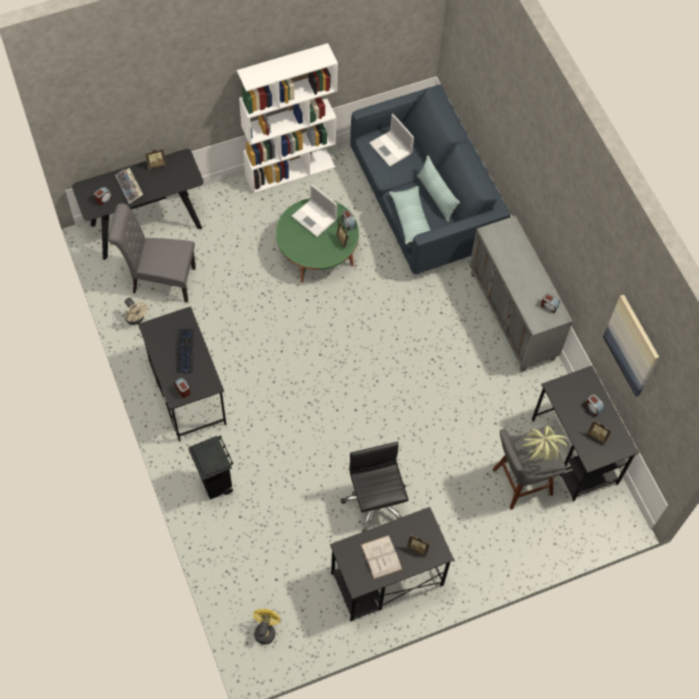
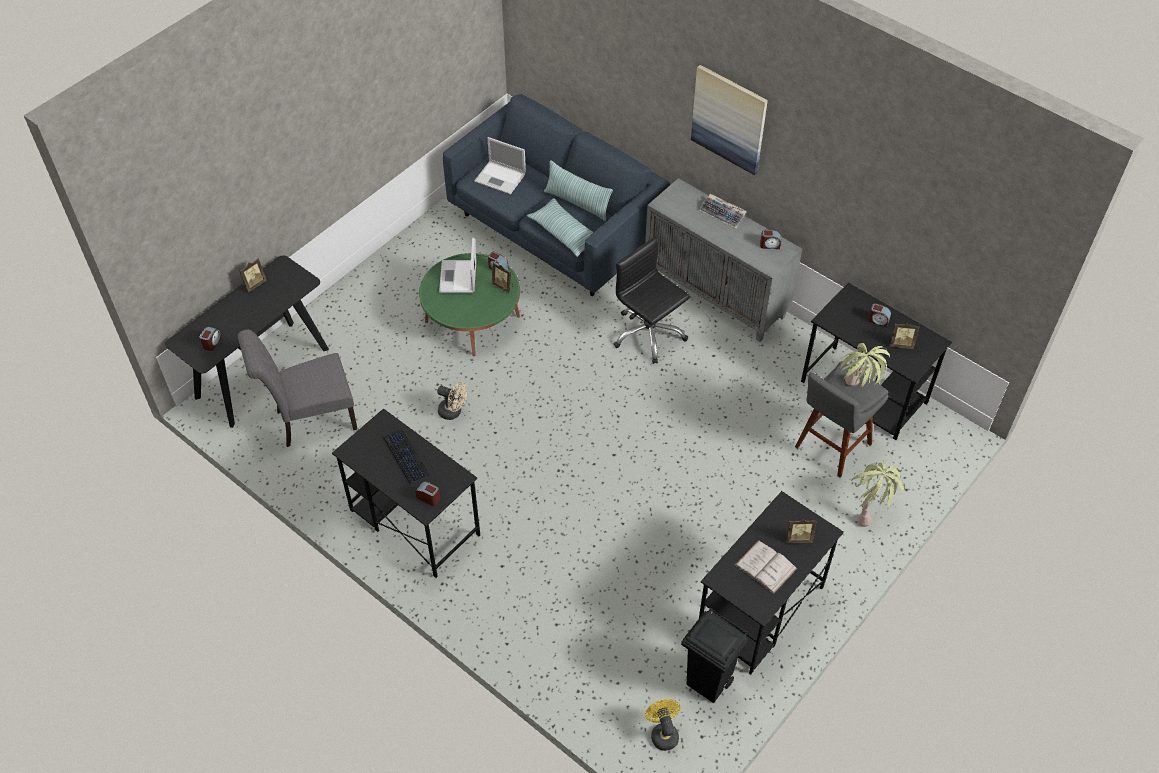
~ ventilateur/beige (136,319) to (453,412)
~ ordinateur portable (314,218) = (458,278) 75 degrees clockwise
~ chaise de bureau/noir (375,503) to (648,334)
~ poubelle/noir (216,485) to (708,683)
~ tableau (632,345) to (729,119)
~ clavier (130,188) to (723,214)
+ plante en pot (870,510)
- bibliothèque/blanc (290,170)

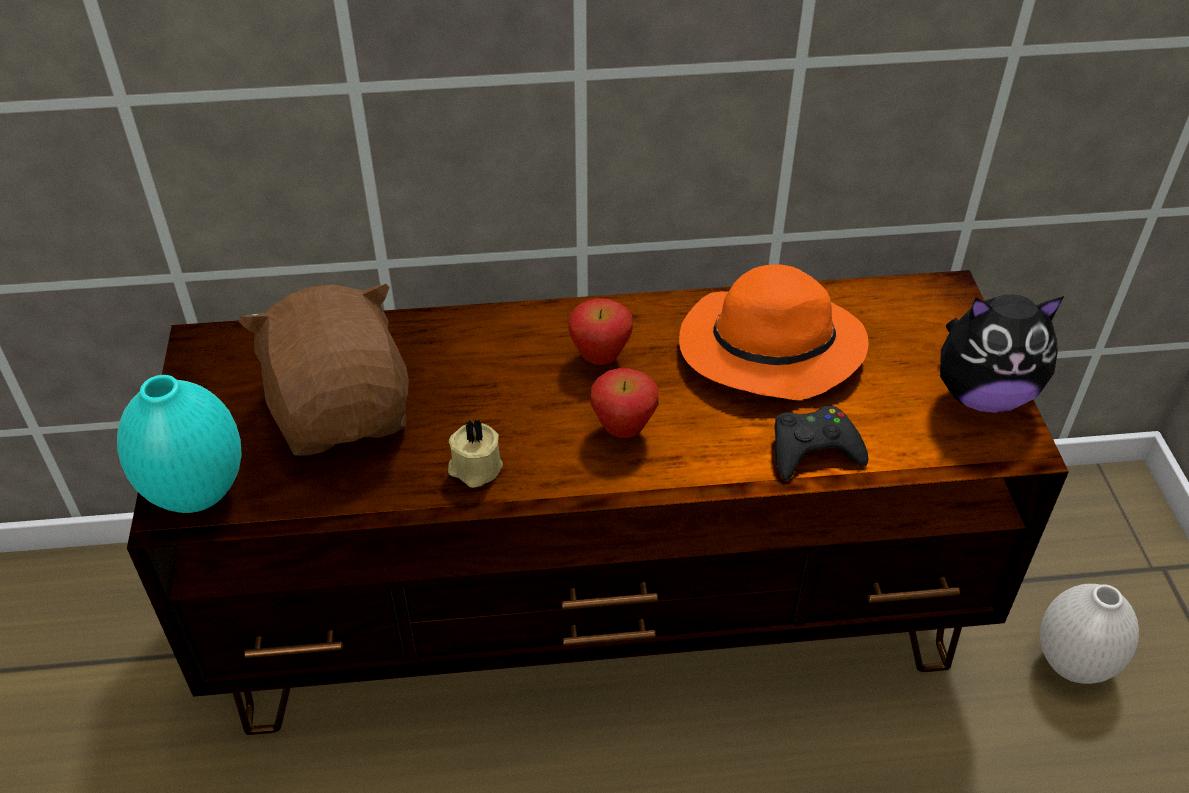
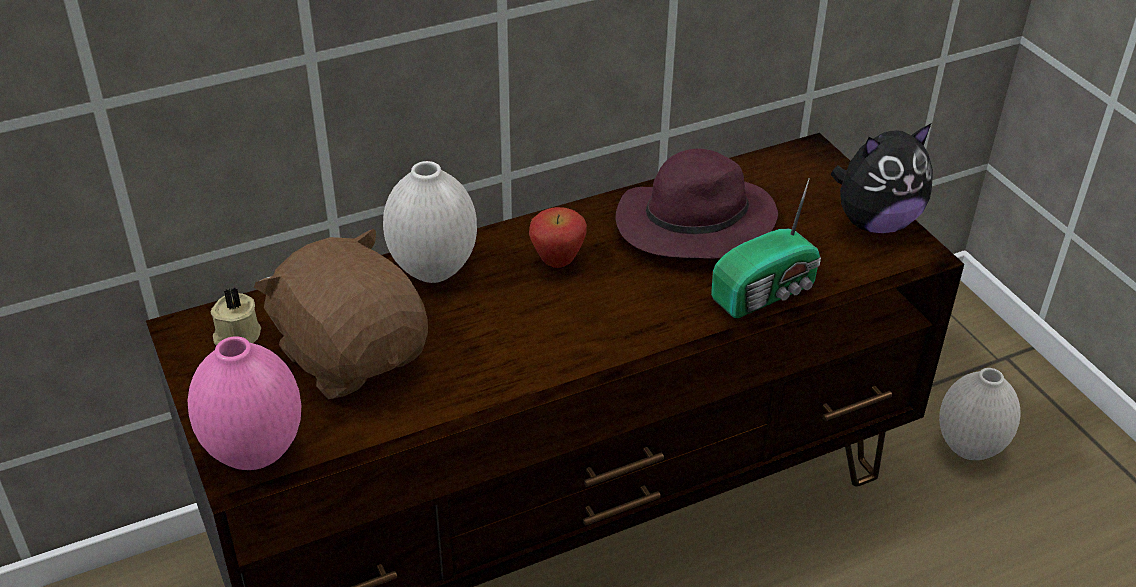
~ vase/turquoise (198,492) to vase/rose (255,452)
~ bougie/beige (475,468) to (237,336)
+ vase/blanc (432,271)
~ chapeau/orange (767,350) to chapeau/violet (693,226)
~ manette/noir (813,449) to radio (767,292)
- pomme (623,429)

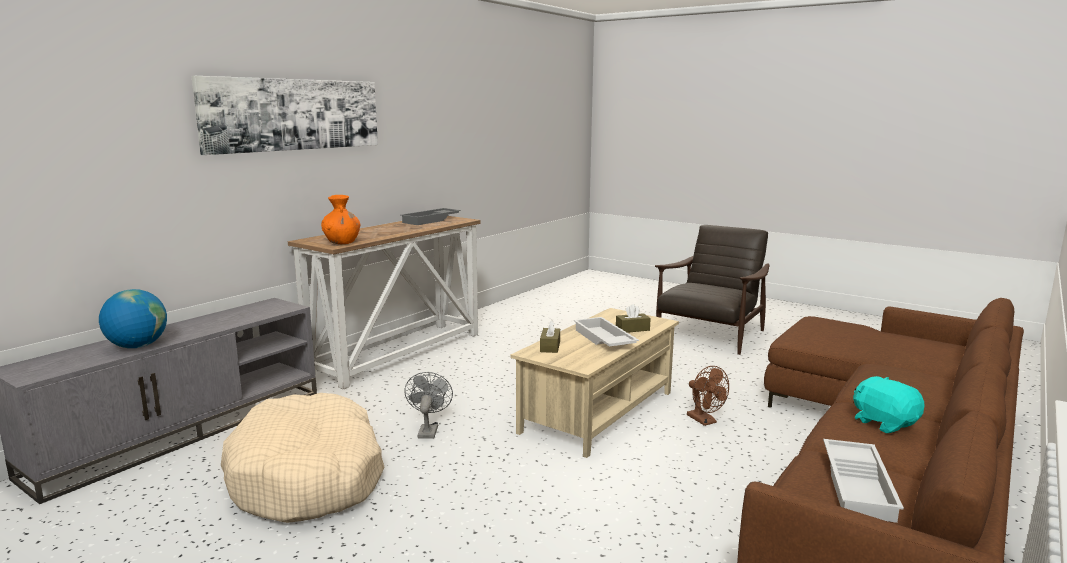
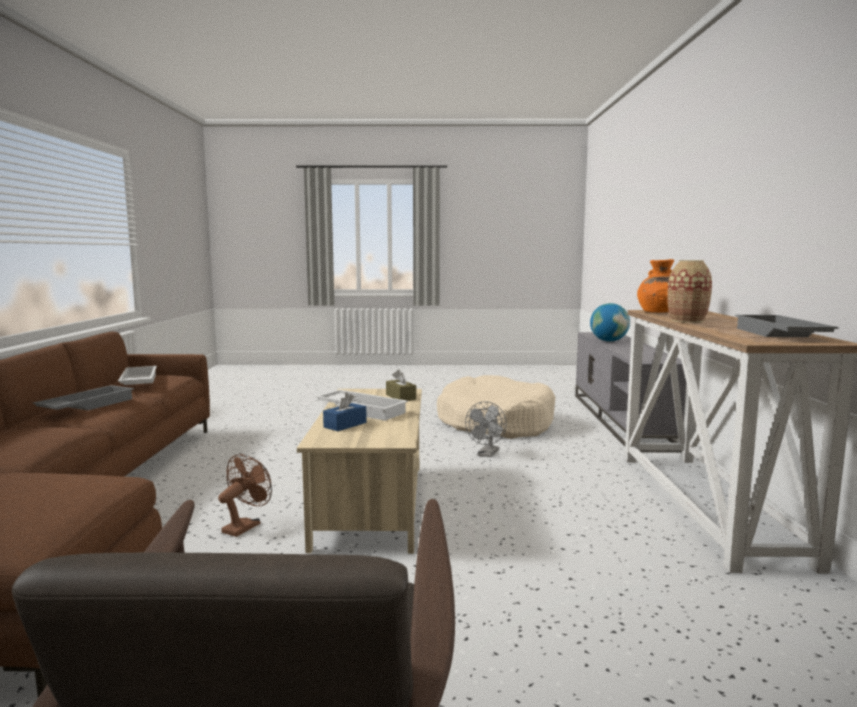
~ peluche/turquoise (884,423) to plateau/gris (86,406)
~ ventilateur/marron (705,421) = (245,526) 90 degrees clockwise
~ boîte à mouchoirs/marron (632,329) to boîte à mouchoirs/bleu (345,425)
~ ventilateur/gris (428,430) = (487,454) 60 degrees clockwise
+ vase (687,320)
- tableau (294,114)

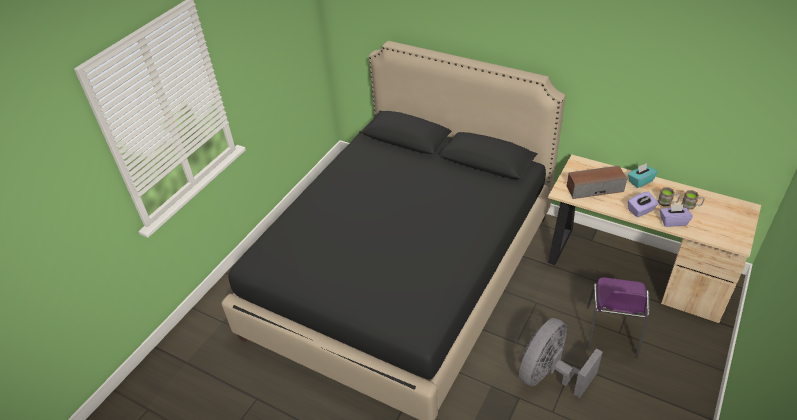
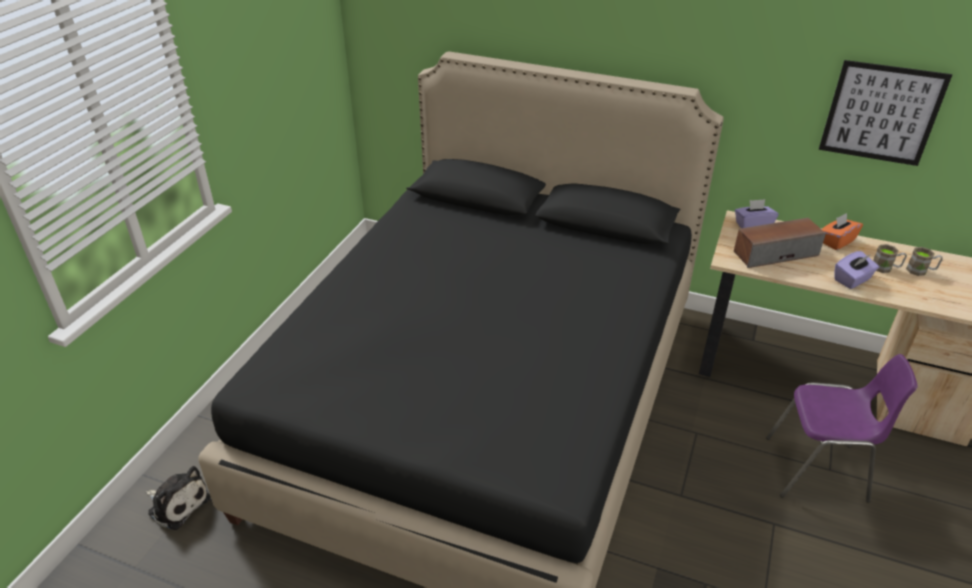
+ peluche (177,504)
~ boîte à mouchoirs/violet (673,221) to (752,225)
~ chaise/violet (611,332) = (819,470) 90 degrees counterclockwise
+ tableau (881,113)
~ boîte à mouchoirs/turquoise (640,181) to boîte à mouchoirs/orange (836,241)
- ventilateur/gris (549,375)

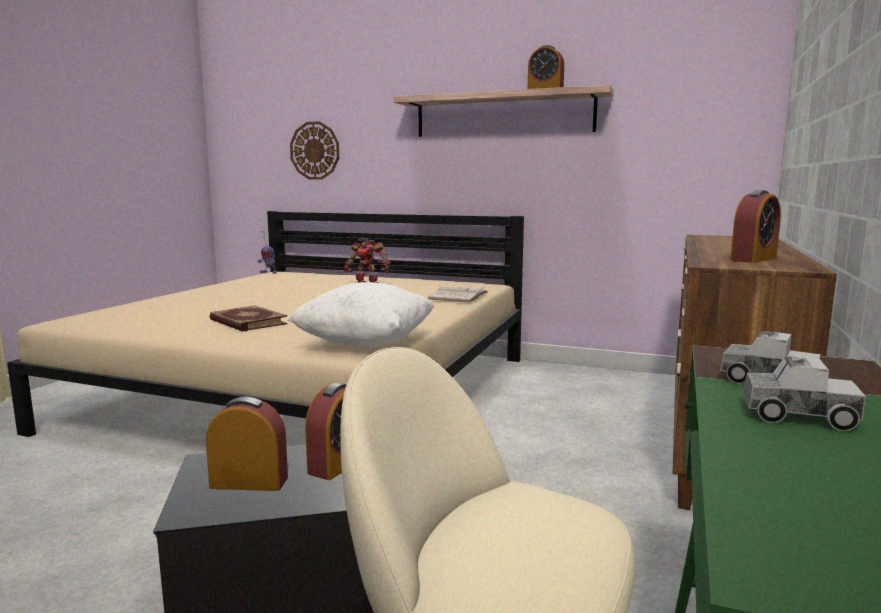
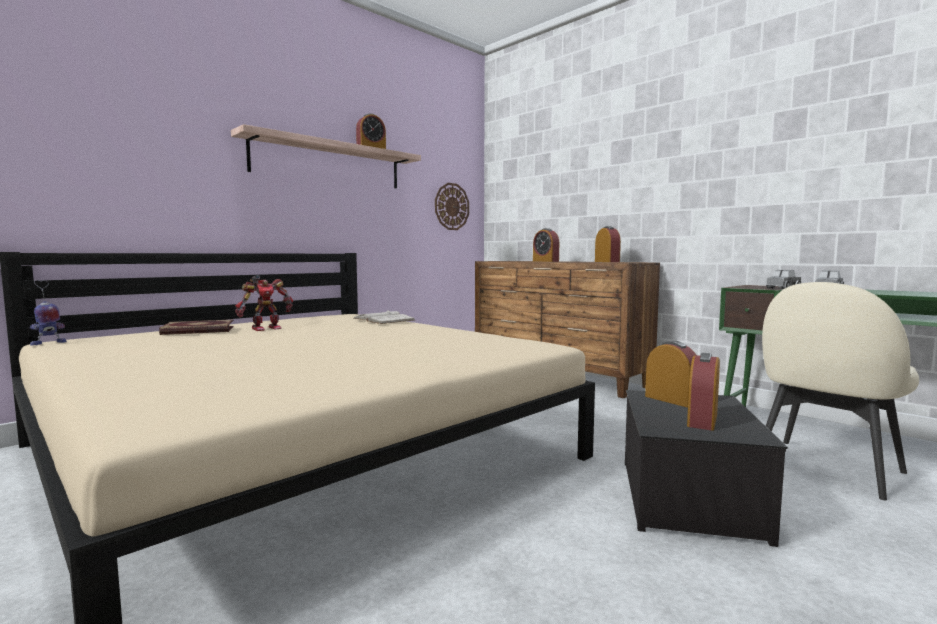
~ livre (247,322) to (198,330)
~ horloge murale (315,150) to (451,206)
+ réveil (545,261)
- coussin/blanc (366,343)

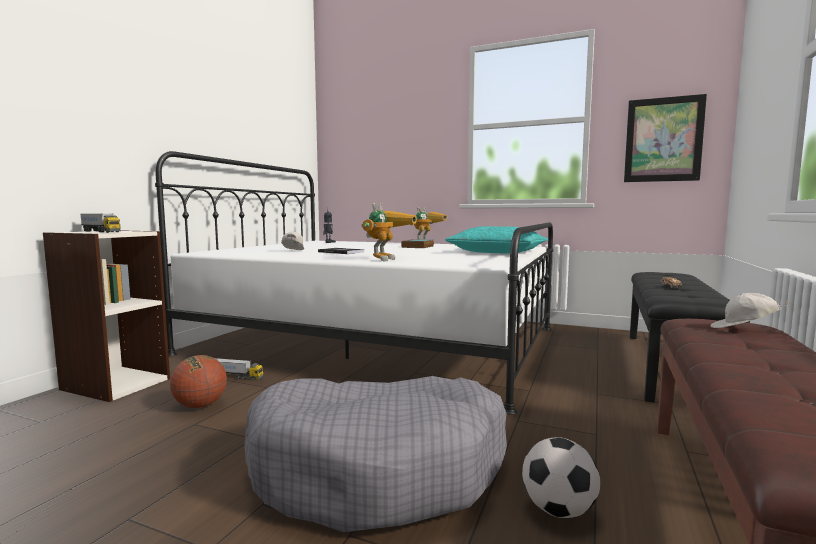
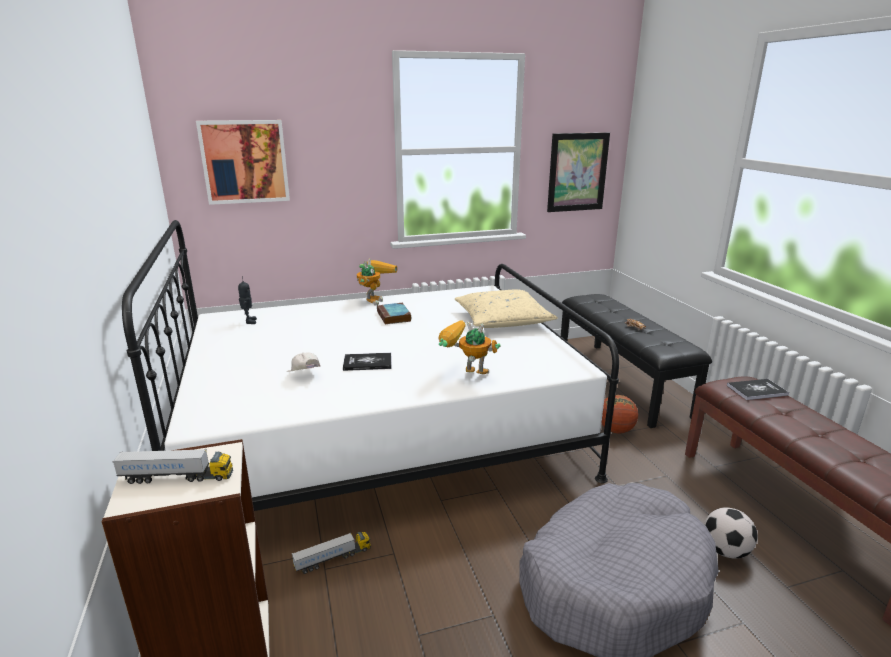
+ tableau (245,162)
~ robot jouet (385,259) = (465,375) 60 degrees counterclockwise
~ coussin/turquoise (497,252) to coussin/beige (502,320)
~ ballon de basket (200,405) to (615,430)
~ casquette/blanc (744,330) to livre (757,390)

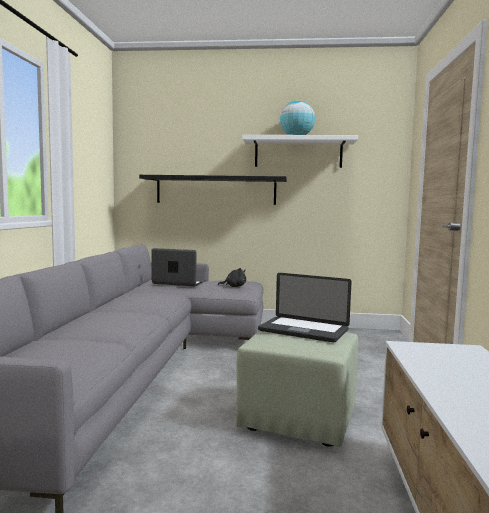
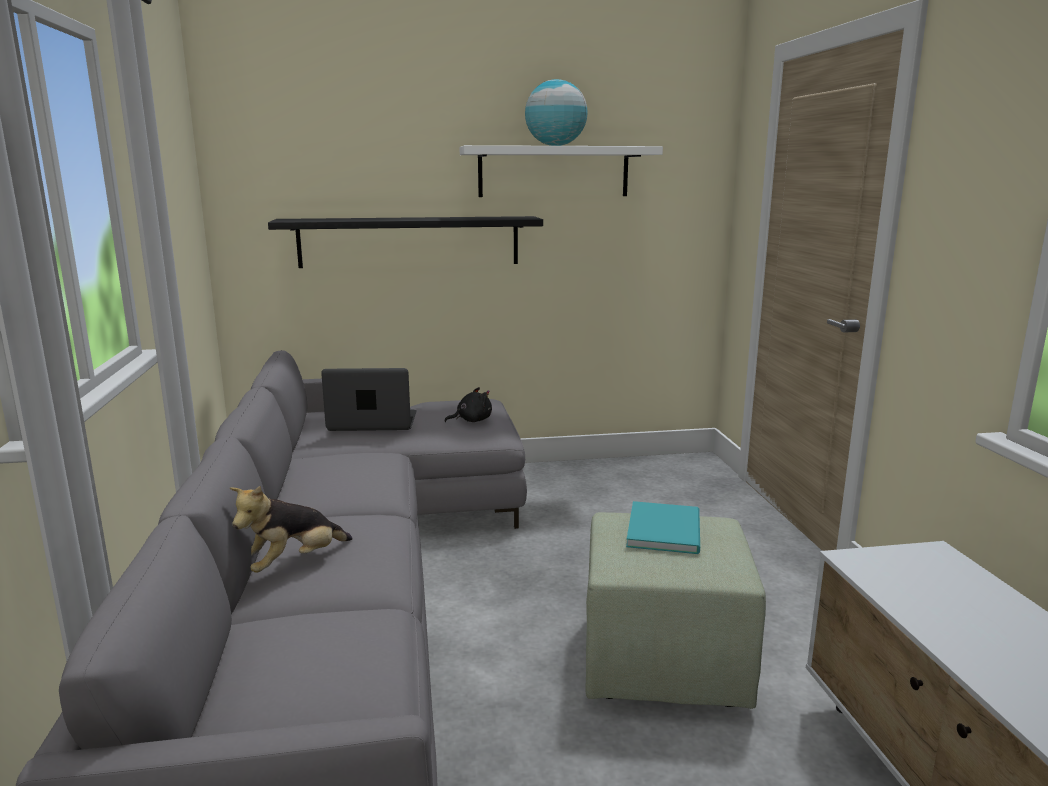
+ peluche (294,563)
~ ordinateur portable (303,330) to livre/turquoise (666,529)

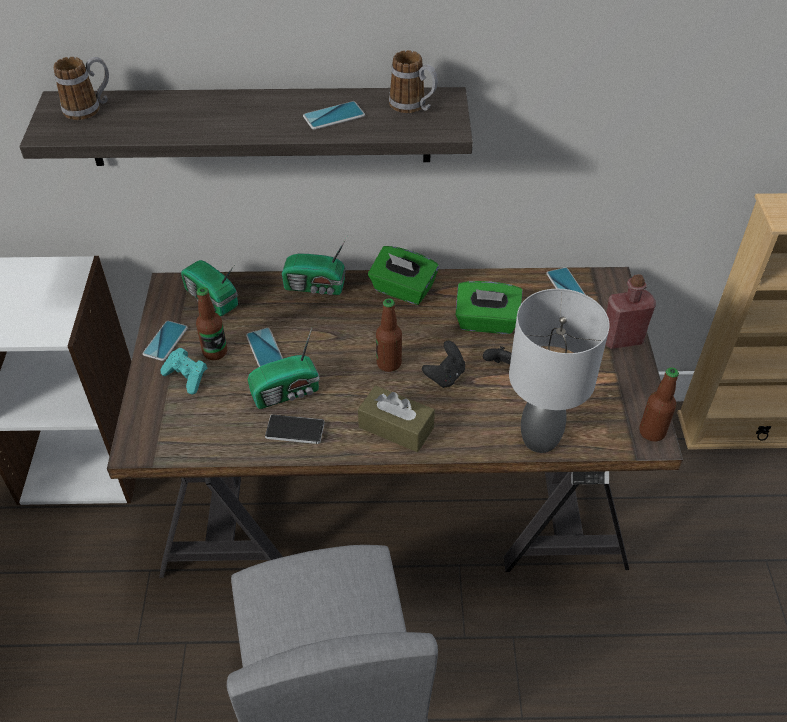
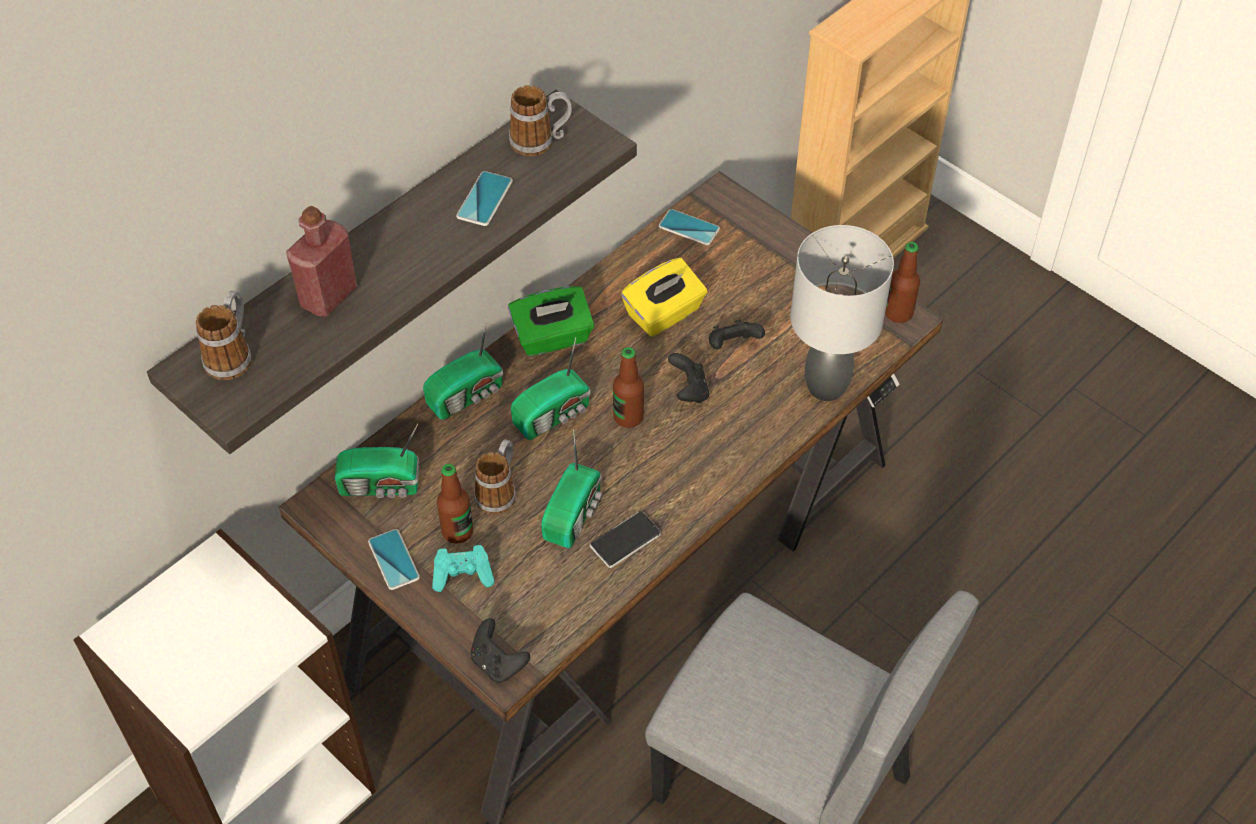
~ bouteille/rouge (622,339) to (328,296)
+ manette/noir (498,663)
~ téléphone (264,348) to mug (499,491)
+ radio (554,415)
~ boîte à mouchoirs/vert (486,322) to boîte à mouchoirs/jaune (664,314)
- boîte à mouchoirs/marron (396,427)

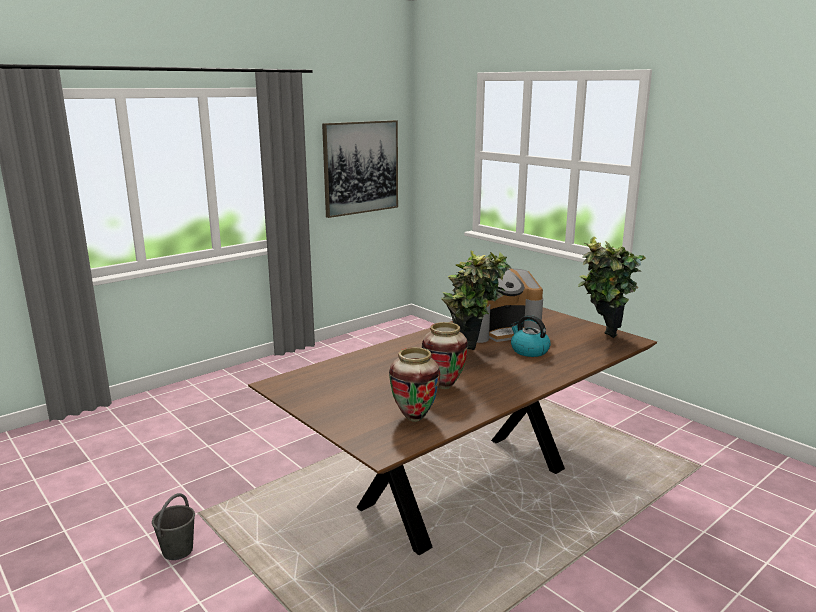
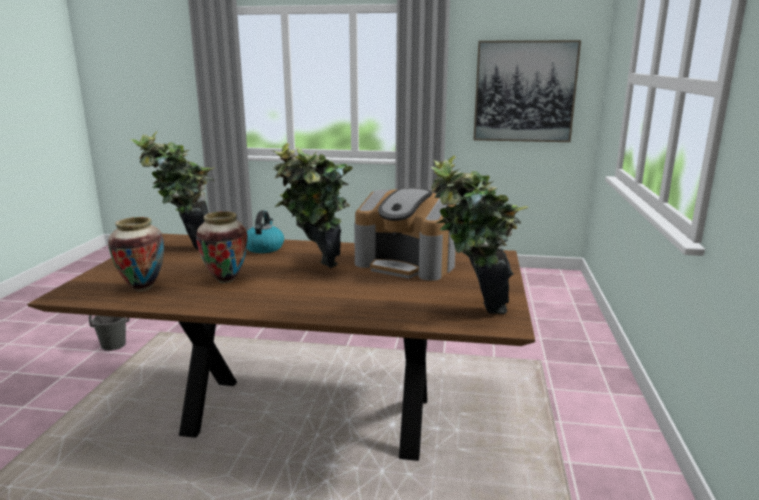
+ plante en pot (184,249)
~ bouilloire (529,351) to (264,248)

